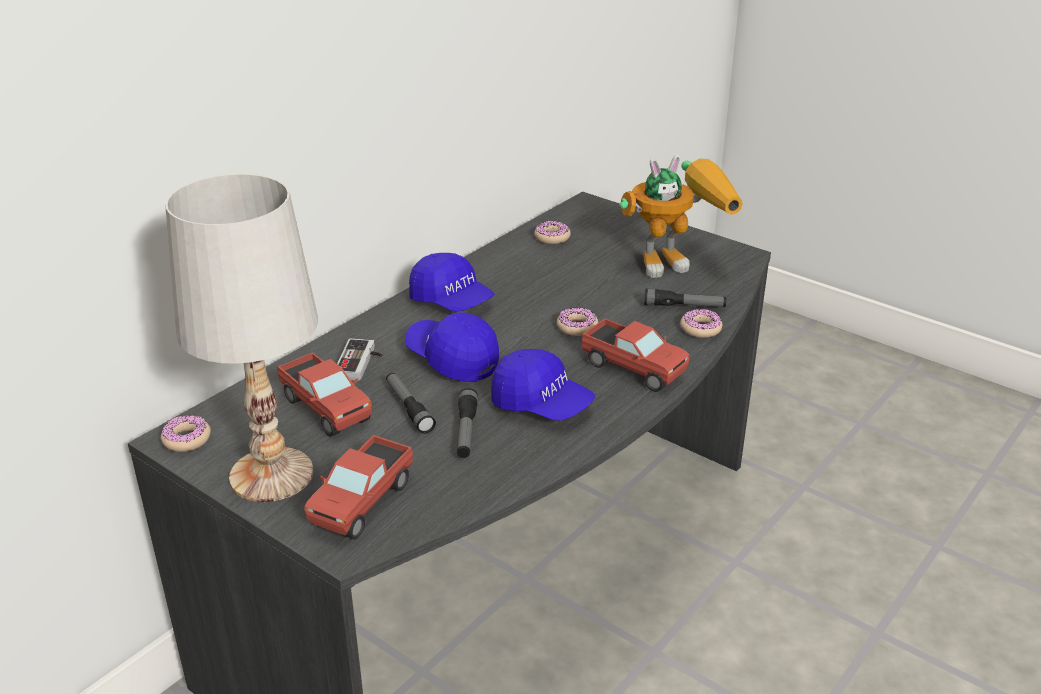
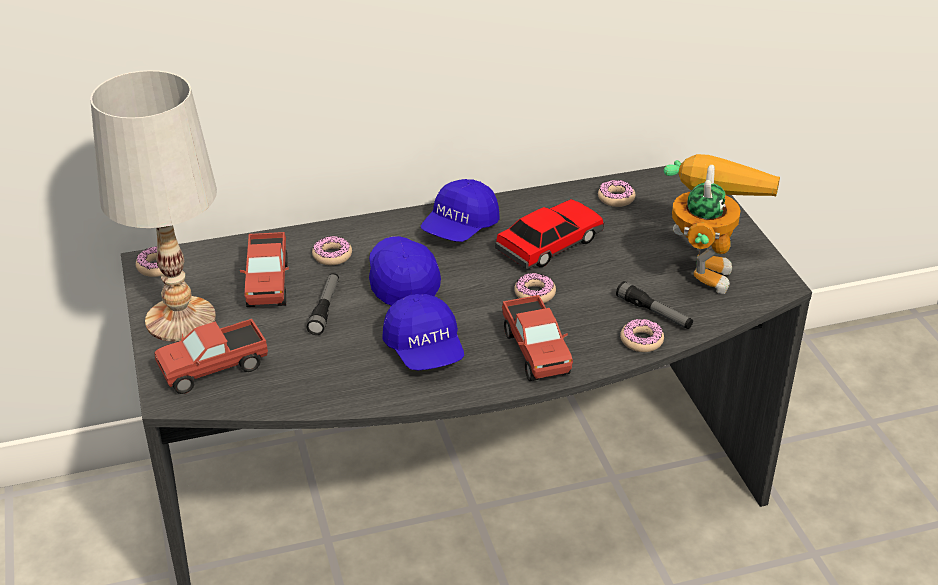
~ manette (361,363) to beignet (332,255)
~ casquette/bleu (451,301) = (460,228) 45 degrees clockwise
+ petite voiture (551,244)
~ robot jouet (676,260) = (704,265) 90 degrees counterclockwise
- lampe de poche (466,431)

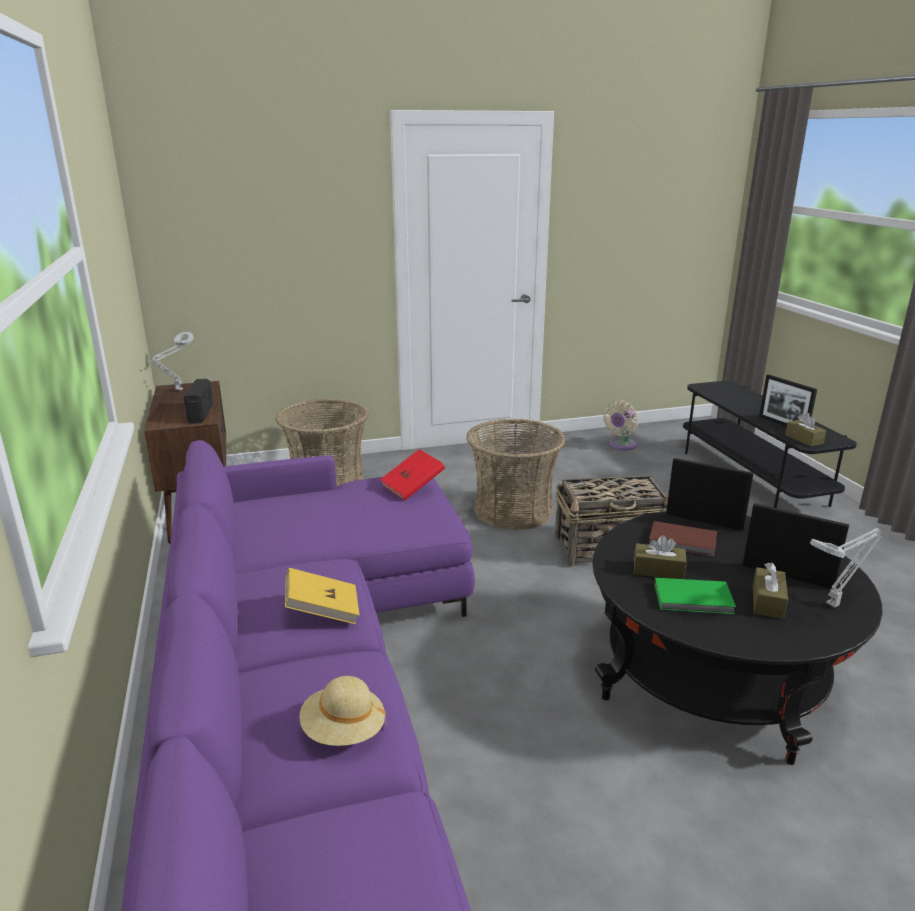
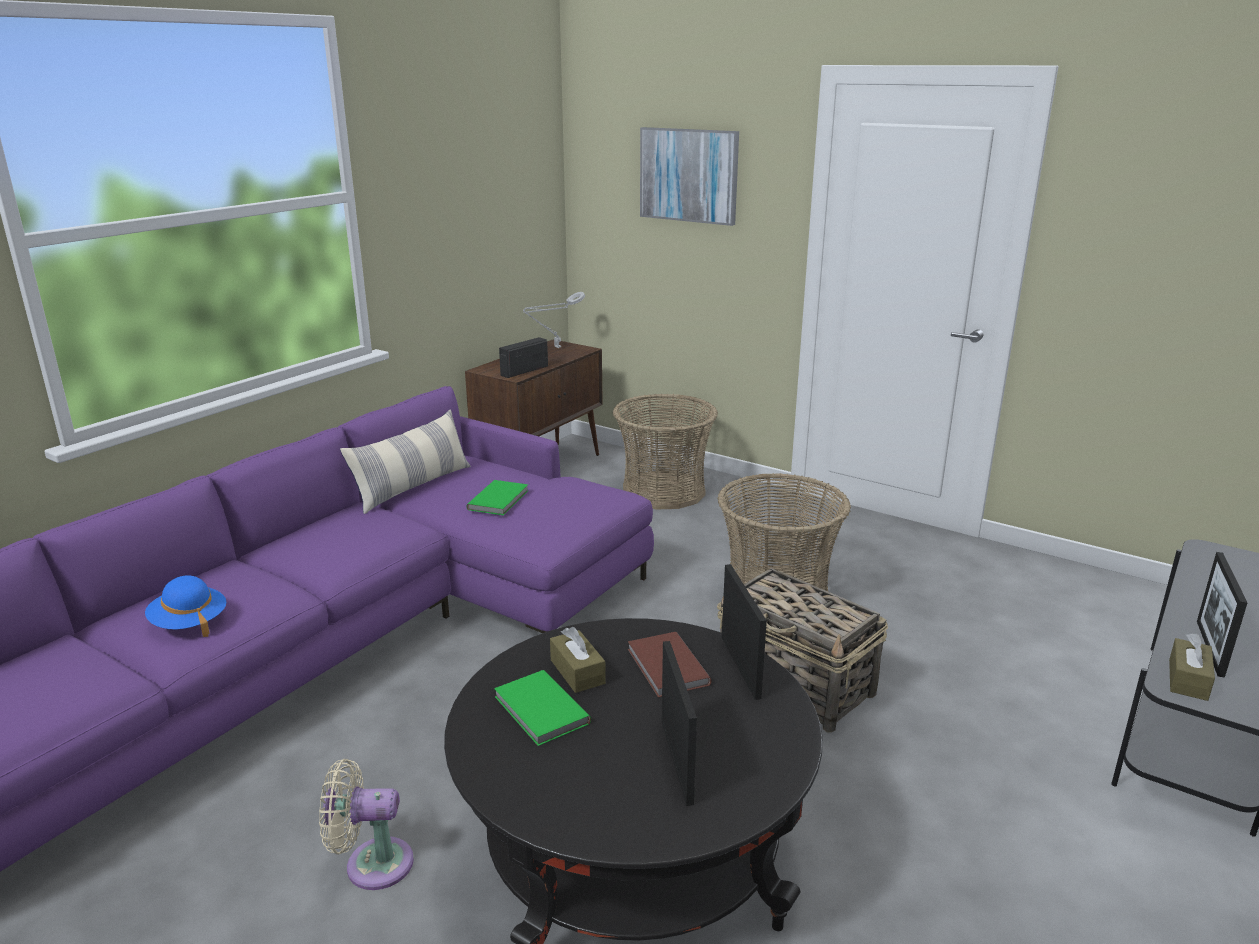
~ chapeau/beige (343,731) to chapeau/bleu (189,623)
~ ventilateur/beige (621,445) to (372,864)
+ coussin (413,487)
+ livre/vert (500,500)
+ tableau (689,175)
- livre/jaune (323,611)
- livre/rouge (412,487)
- boîte à mouchoirs/marron (767,601)
- lampe de table/gris (834,604)

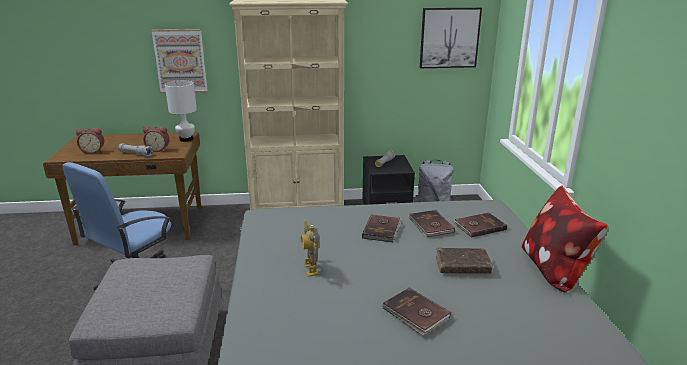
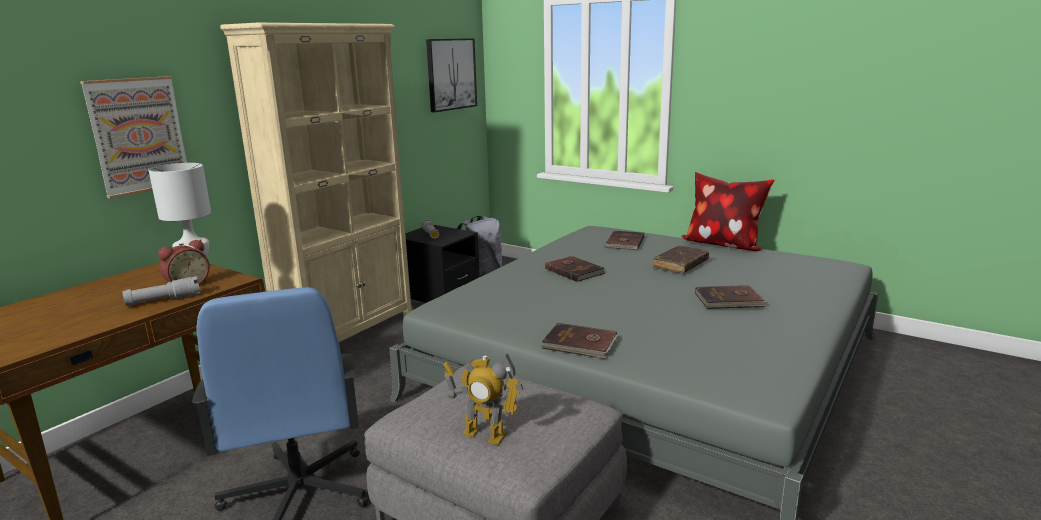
~ robot jouet (311,269) to (484,434)
~ livre/marron (430,225) to (580,344)
- réveil (93,151)

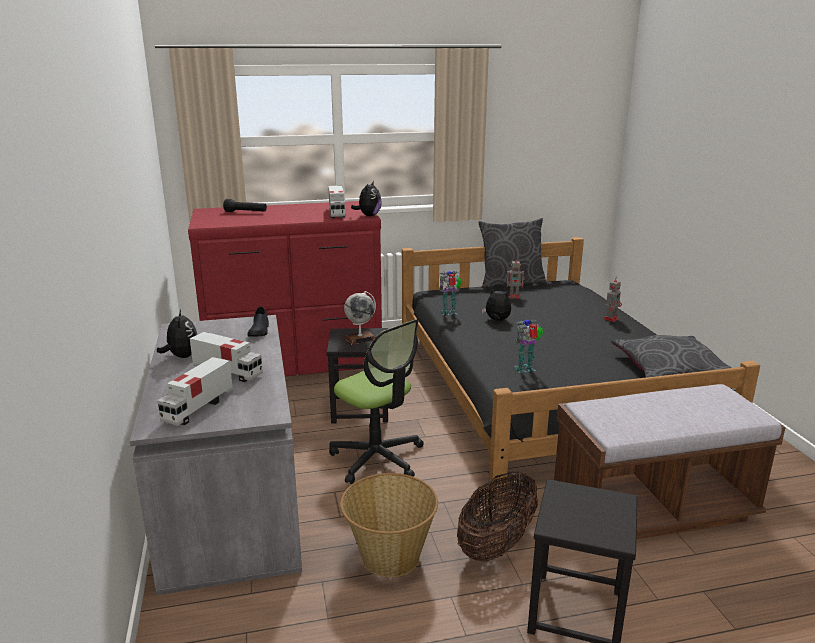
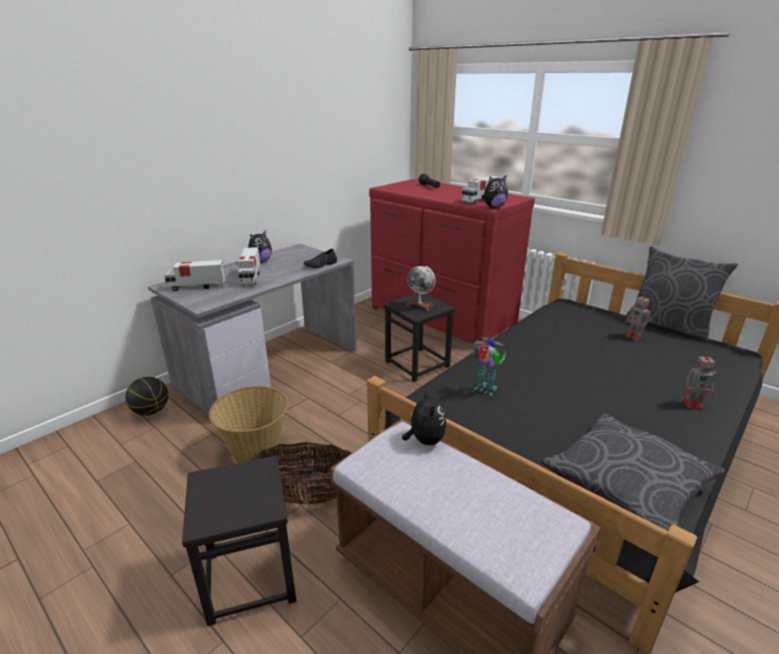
+ ballon de basket (151,411)
~ peluche (497,320) to (425,440)
- chaise de bureau (377,458)
- robot jouet (450,313)

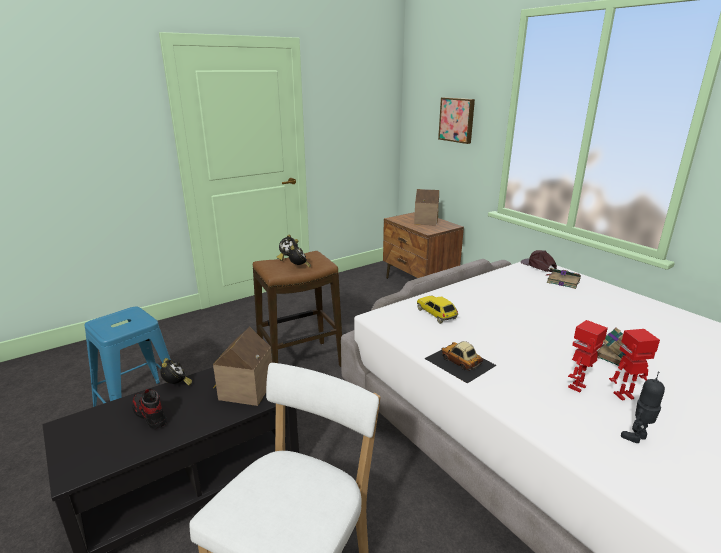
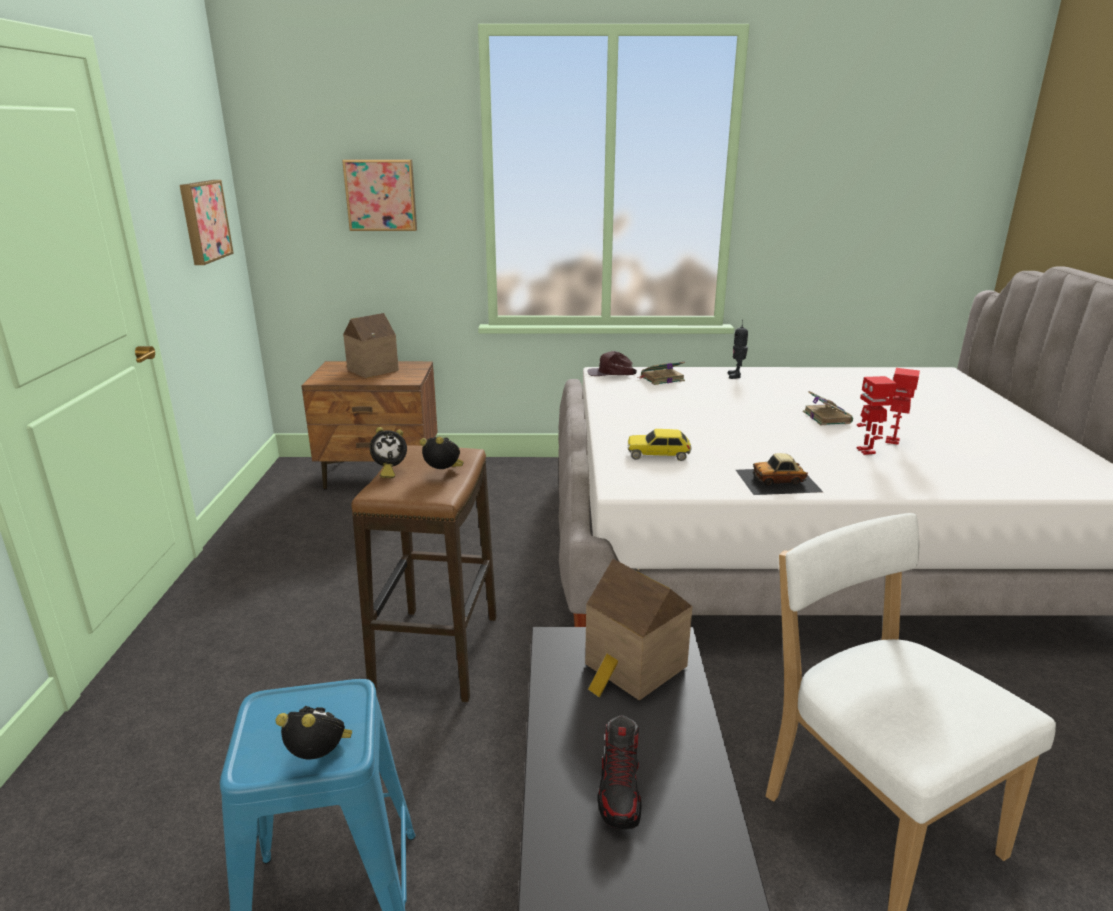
+ tableau (203,221)
~ réveil (176,385) to (320,757)
~ chaussure (150,415) = (620,790) 75 degrees counterclockwise
~ robot jouet (637,438) to (736,376)

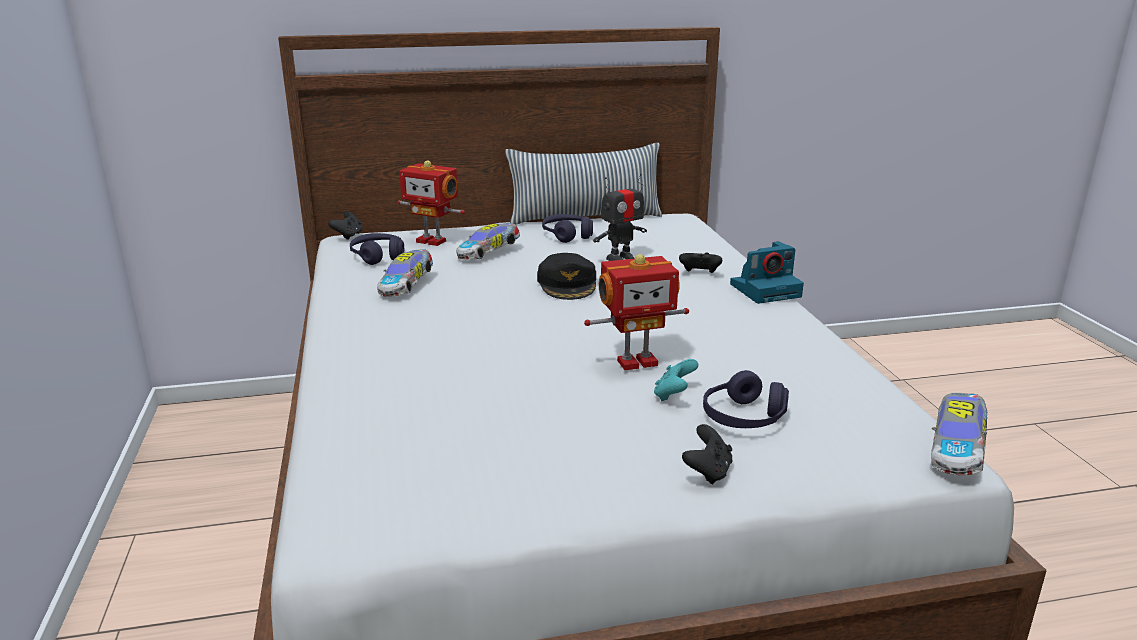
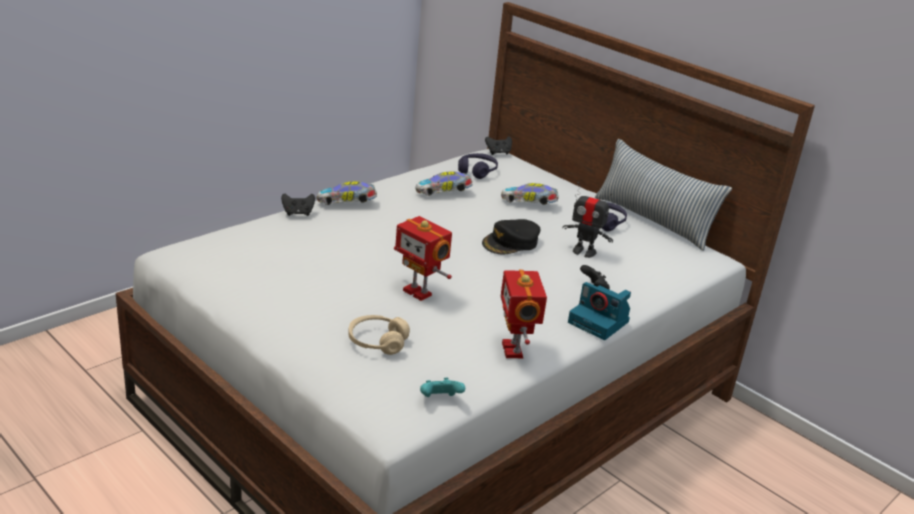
~ manette/noir (707,472) to (298,213)
~ petite voiture (956,449) to (347,203)
~ casque audio/violet (743,417) to casque audio/beige (377,342)
~ manette/turquoise (674,395) to (440,399)
~ robot jouet (432,241) to (514,350)

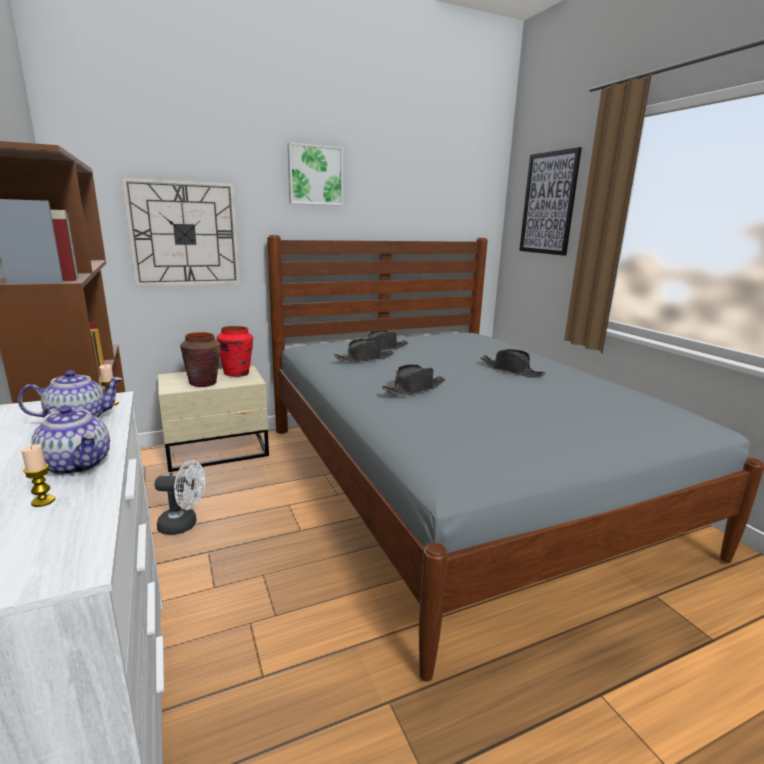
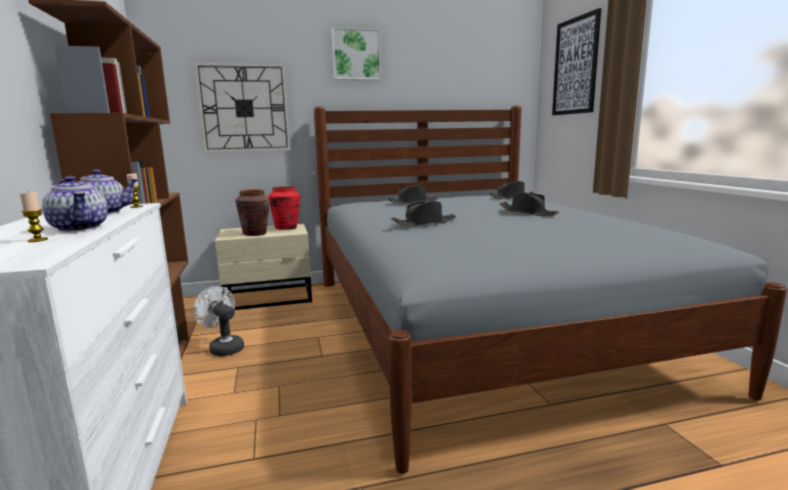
~ ventilateur/blanc (184,525) = (223,347) 150 degrees counterclockwise
~ chapeau/noir (364,359) to (511,197)

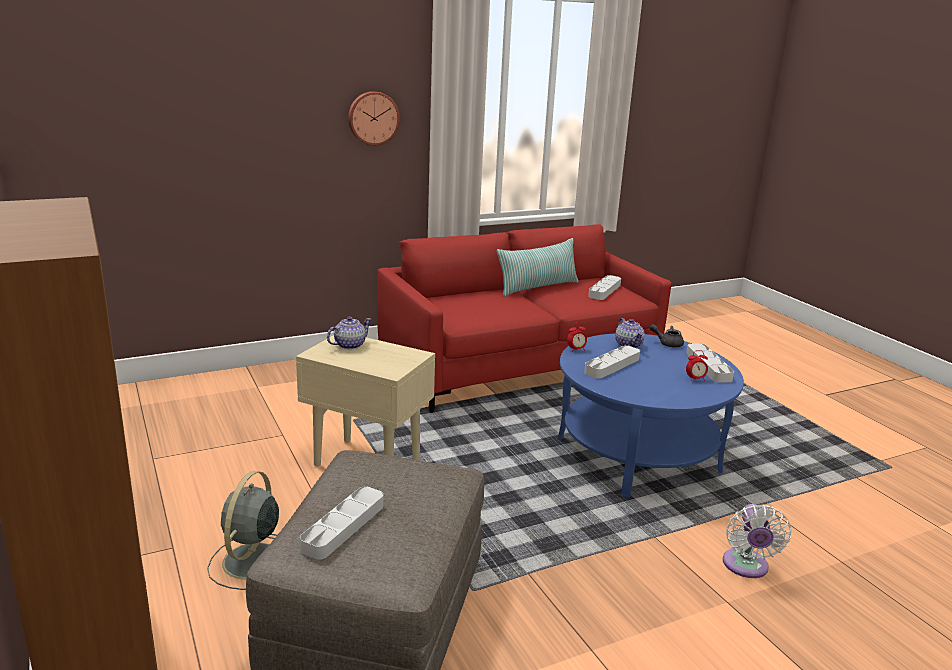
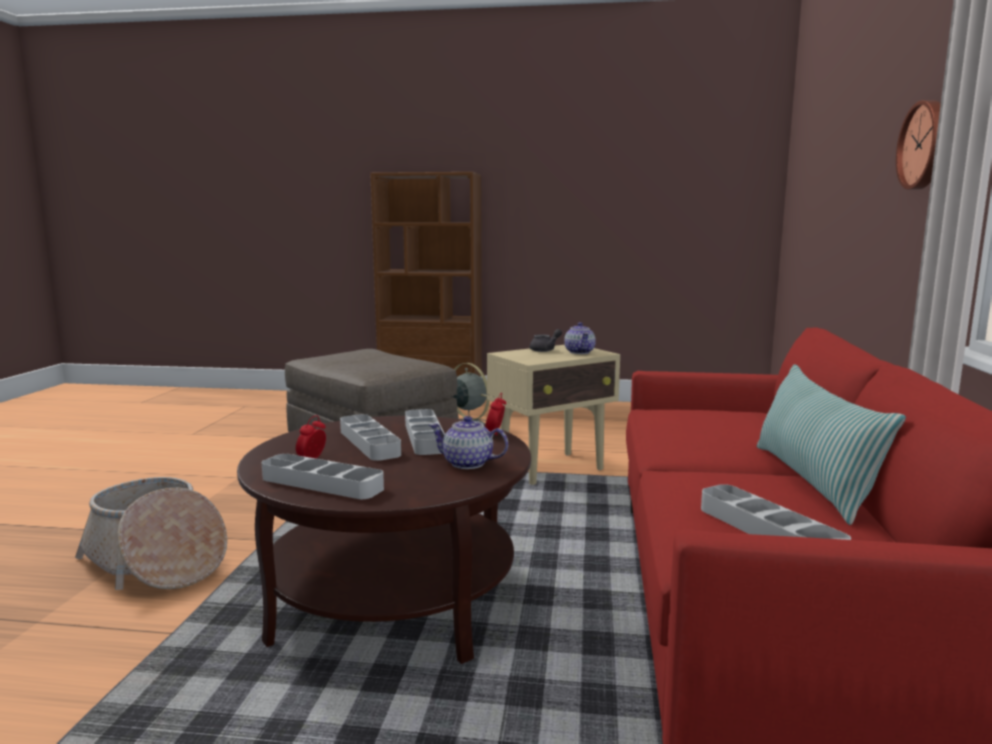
~ ventilateur/blanc (746,567) to panier (157,562)
~ table basse/bleu (638,454) to table basse/marron (393,600)
~ plateau/gris (343,526) to (369,442)
~ théière/gris (667,343) to (545,350)

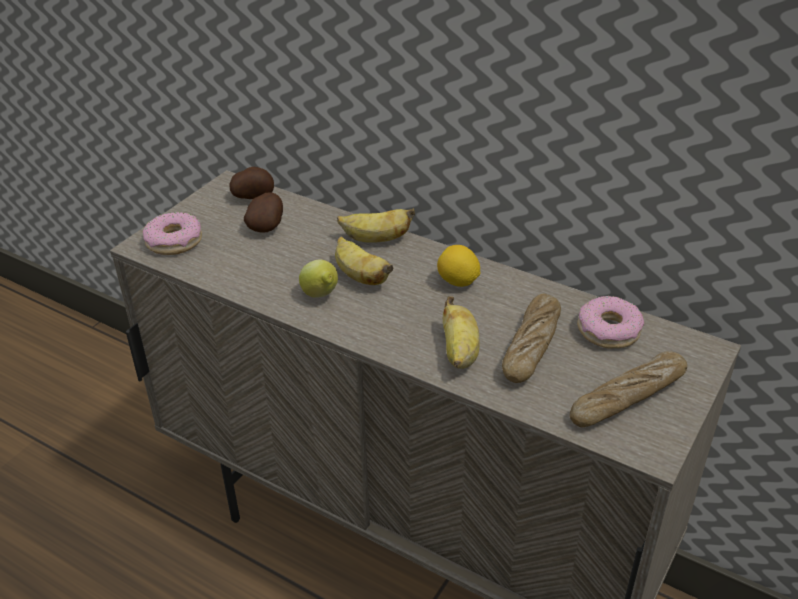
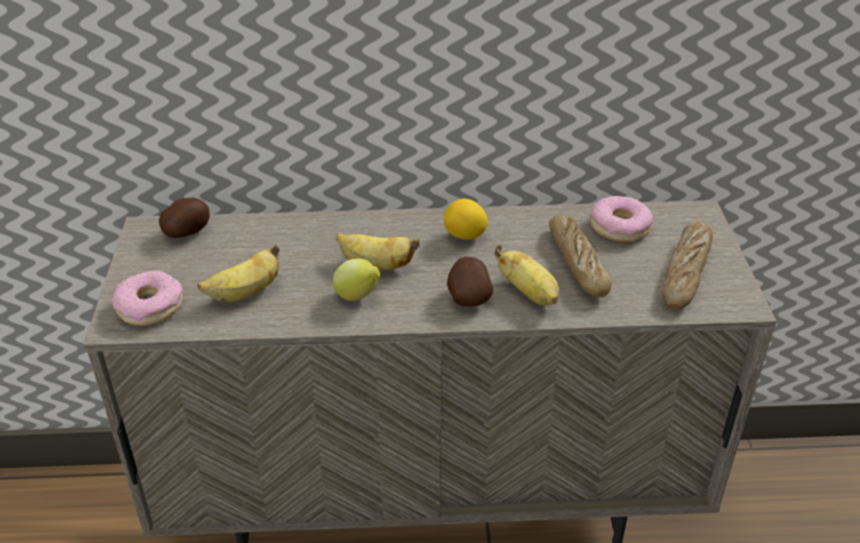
~ banane (375,239) to (245,293)
~ pomme de terre (267,226) to (468,297)

